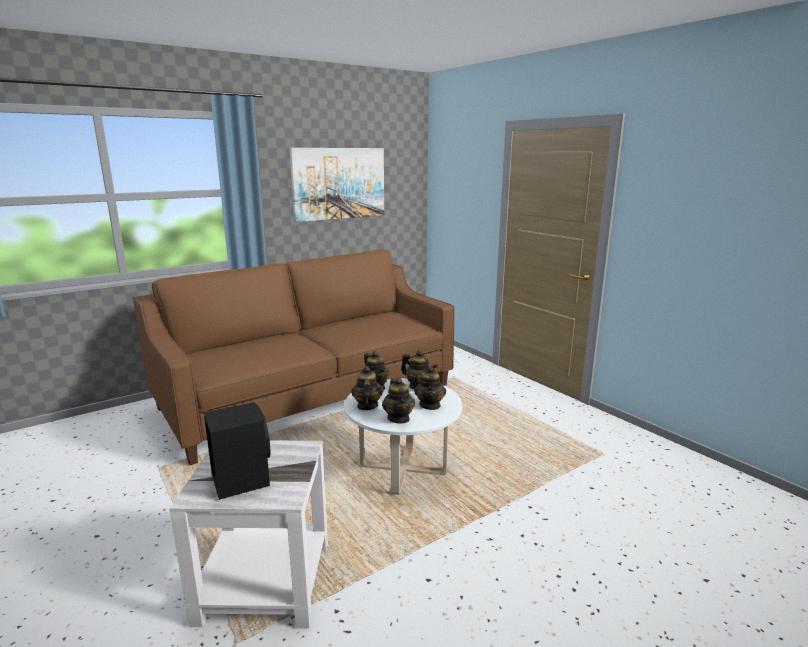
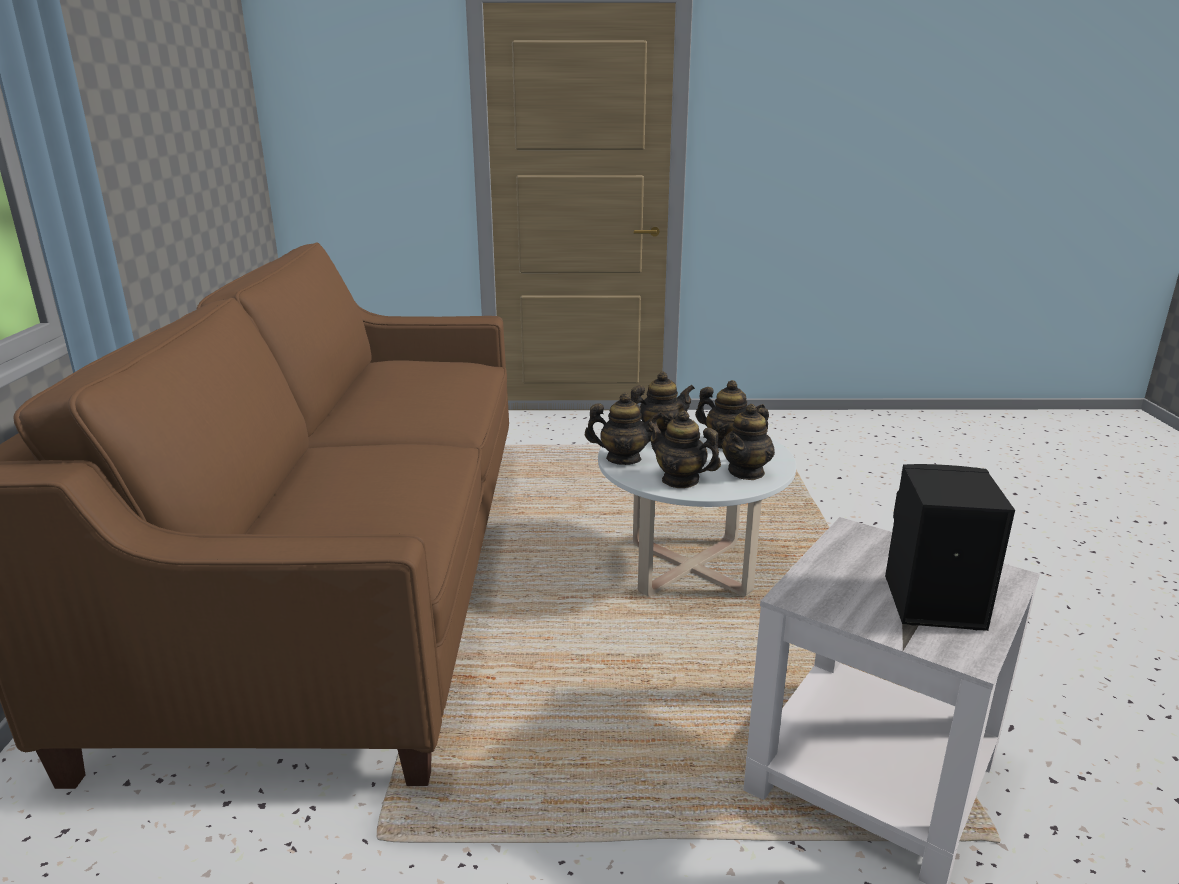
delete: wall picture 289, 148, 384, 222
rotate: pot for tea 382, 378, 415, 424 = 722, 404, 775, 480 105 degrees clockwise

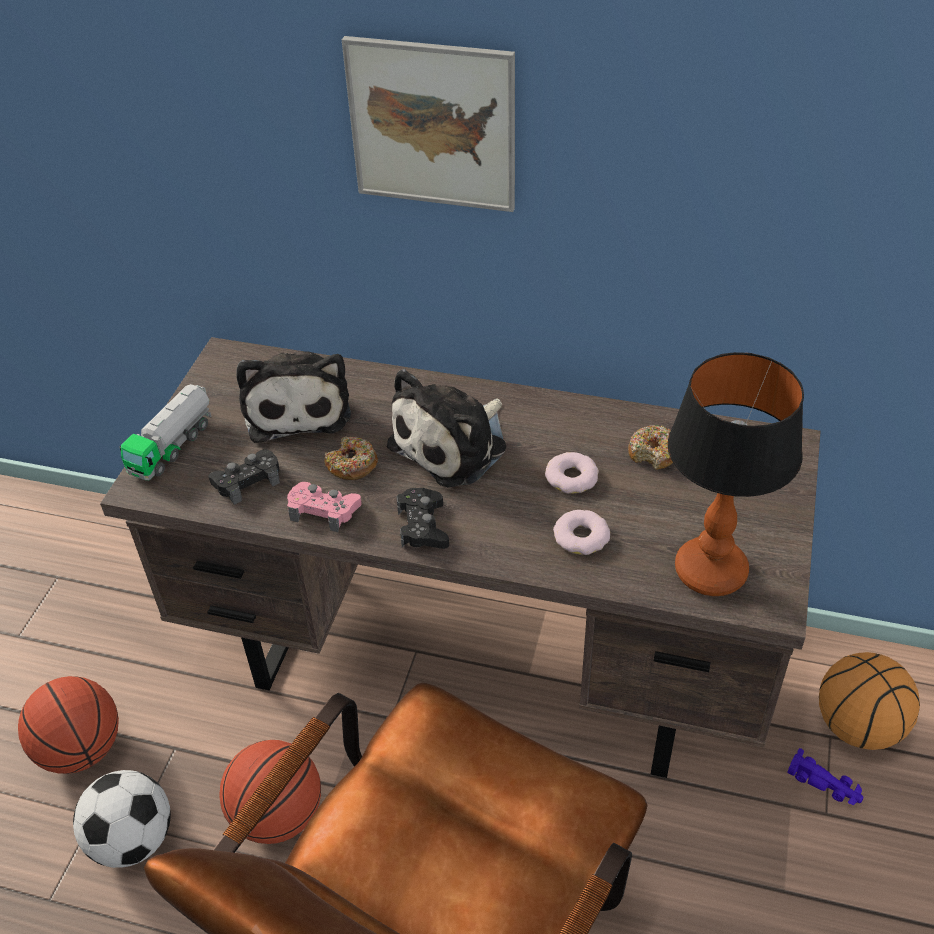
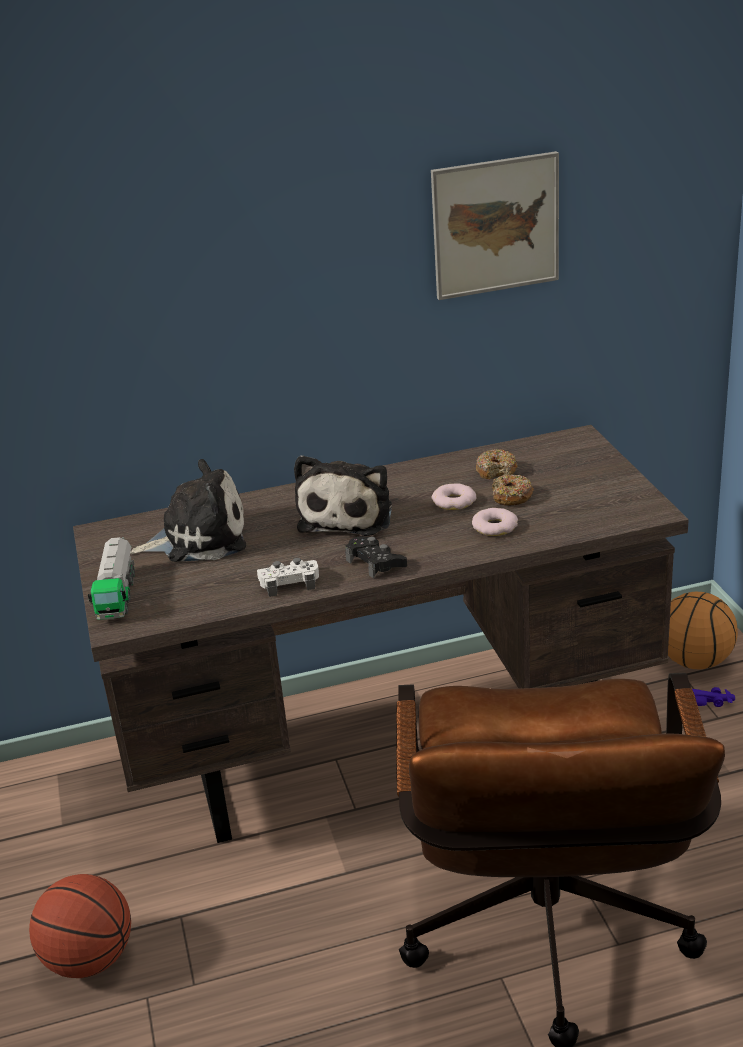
delete: football ball 73, 770, 171, 868; gamepad in black 209, 449, 280, 505; ball for basketball 219, 740, 321, 844; tabletop lamp 668, 352, 804, 596
move: ring doughnut 324, 436, 378, 480 to 492, 474, 534, 506; wall picture 342, 36, 515, 212 to 431, 151, 559, 300
recolor: gamepad in pink 287, 482, 362, 532 to gamepad in white 257, 558, 319, 597
rotate: soft toy 236, 351, 351, 443 = 130, 459, 246, 562 60 degrees counterclockwise

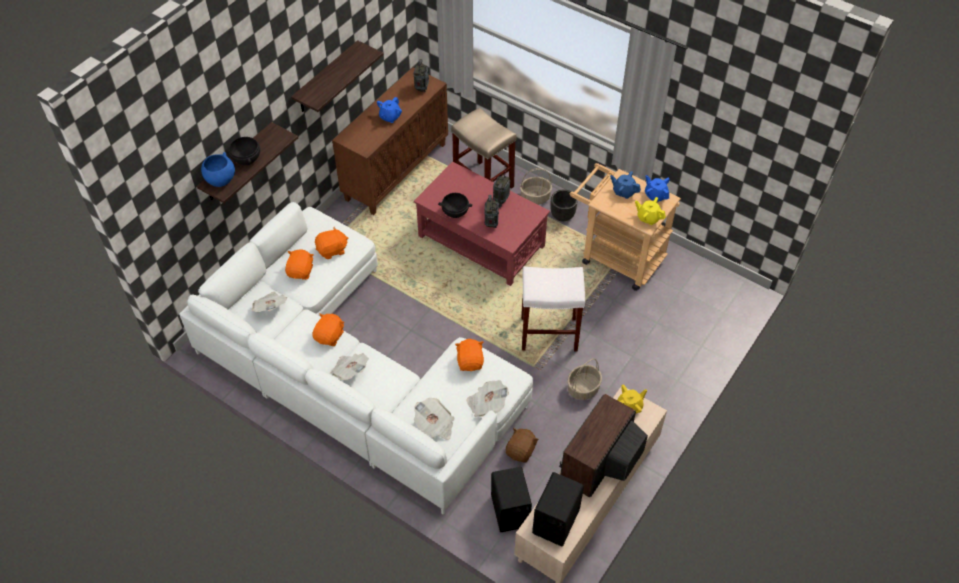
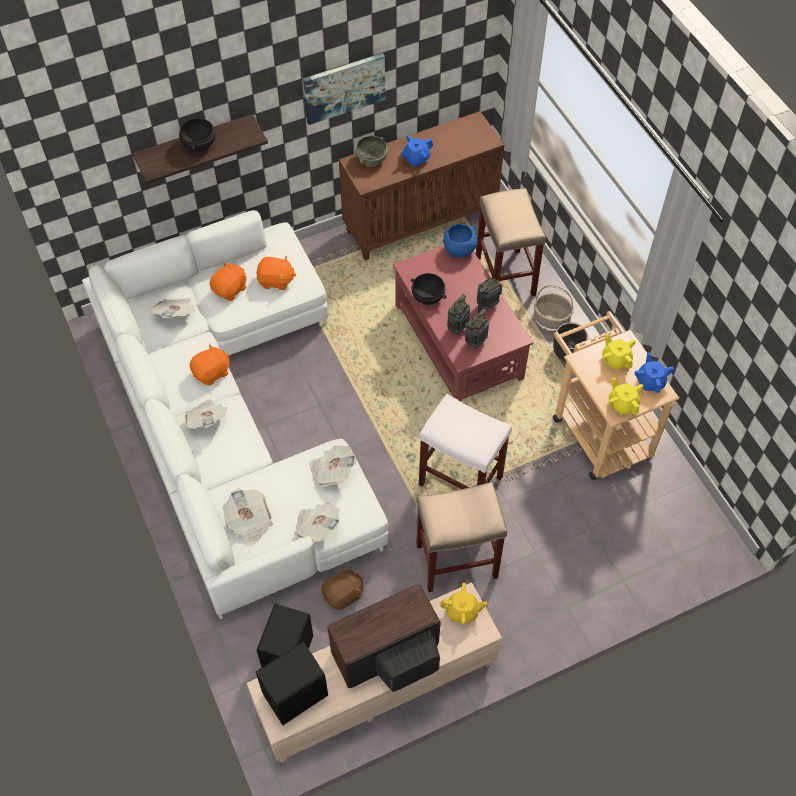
insert: deep dish in gray 355, 136, 388, 166
move: deep dish in bluish 201, 152, 235, 187 to 443, 224, 478, 258; radio receiver 414, 59, 429, 92 to 465, 309, 489, 349
replace: shelf 291, 40, 383, 112 to wall picture 303, 53, 385, 125; soft toy in orange-coloured 455, 339, 484, 371 to daily paper 309, 445, 356, 486; household basket 567, 358, 602, 400 to sitting stool in beige 416, 482, 507, 592
recolor: pot for tea in bluish 610, 171, 641, 199 to pot for tea in yellowish 602, 333, 636, 370

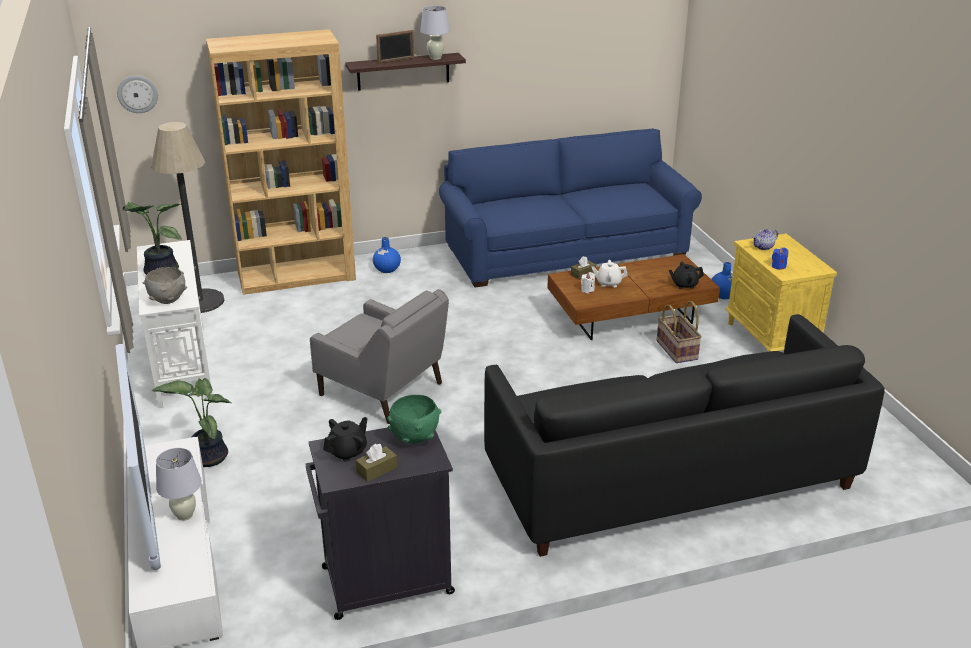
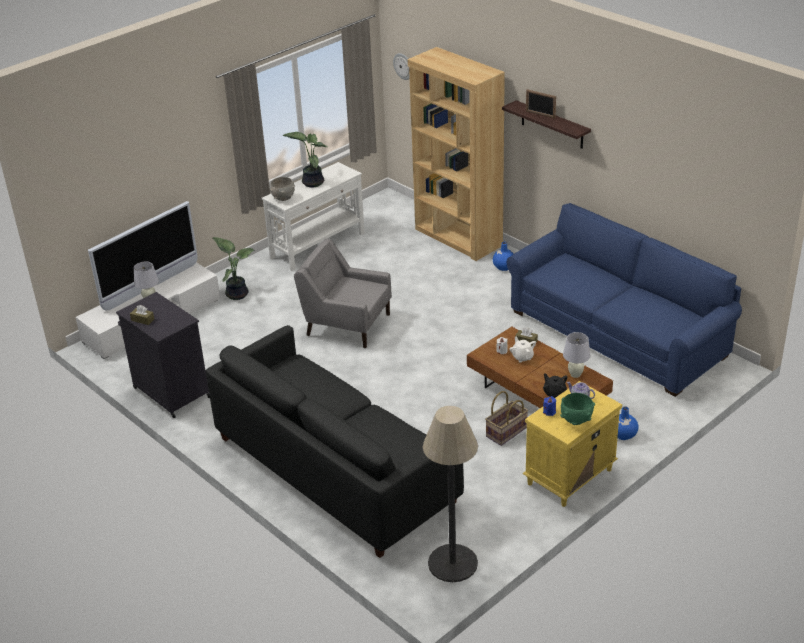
delete: pot for tea in black 323, 417, 368, 462
move: floor lamp 151, 122, 224, 313 to 423, 406, 478, 582; deep dish in green 387, 395, 441, 444 to 560, 393, 595, 425; tabletop lamp in white 420, 6, 450, 60 to 563, 332, 591, 378
rotate: armchair in gray 310, 289, 449, 424 = 294, 238, 392, 348 105 degrees clockwise

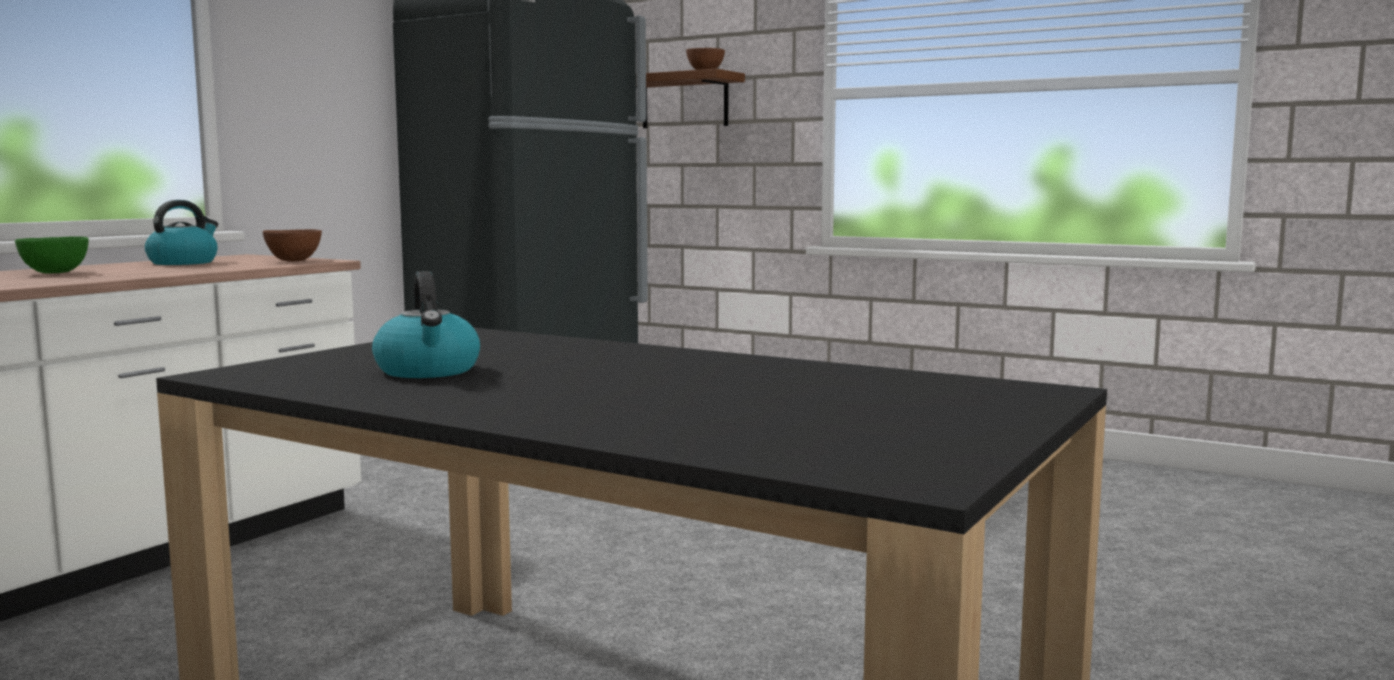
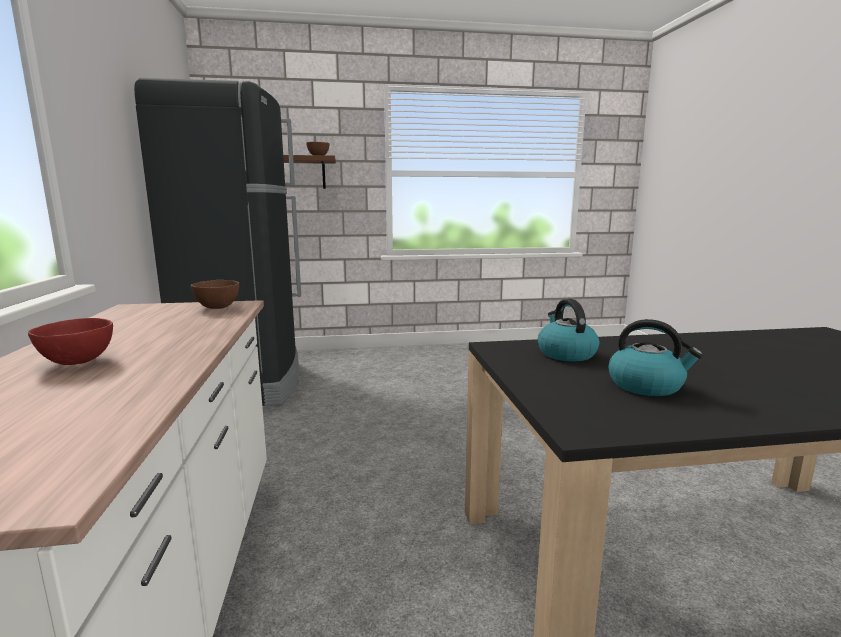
move: kettle 145, 200, 218, 265 to 538, 299, 599, 361
recolor: deep dish in green 15, 236, 89, 274 to deep dish in red 28, 318, 113, 365

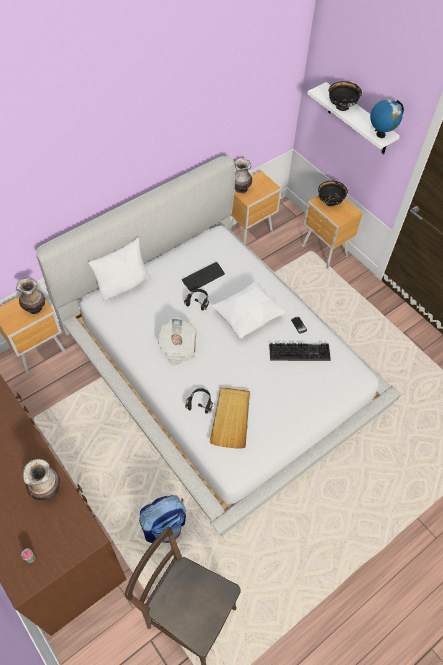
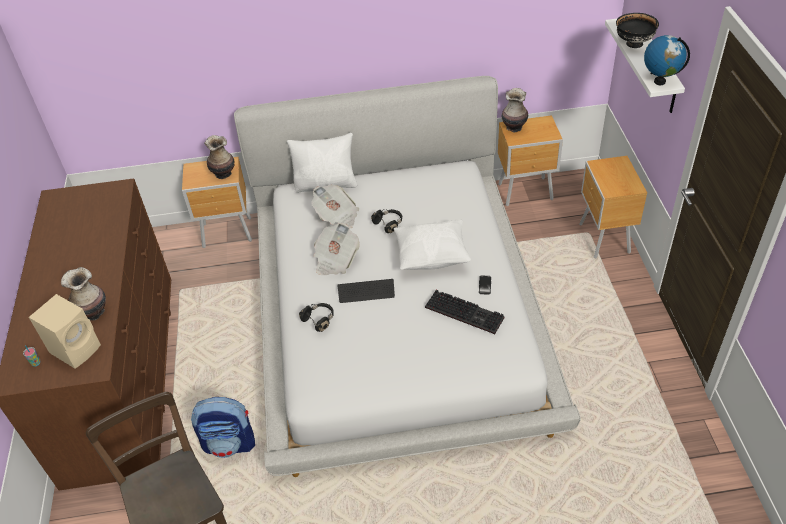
delete: carrying tray in beige 210, 387, 250, 449; deep dish in black 318, 181, 348, 206
insert: speaker in beige 29, 294, 101, 369; daily paper 311, 185, 359, 229
move: computer keyboard 182, 262, 225, 292 to 337, 279, 395, 303

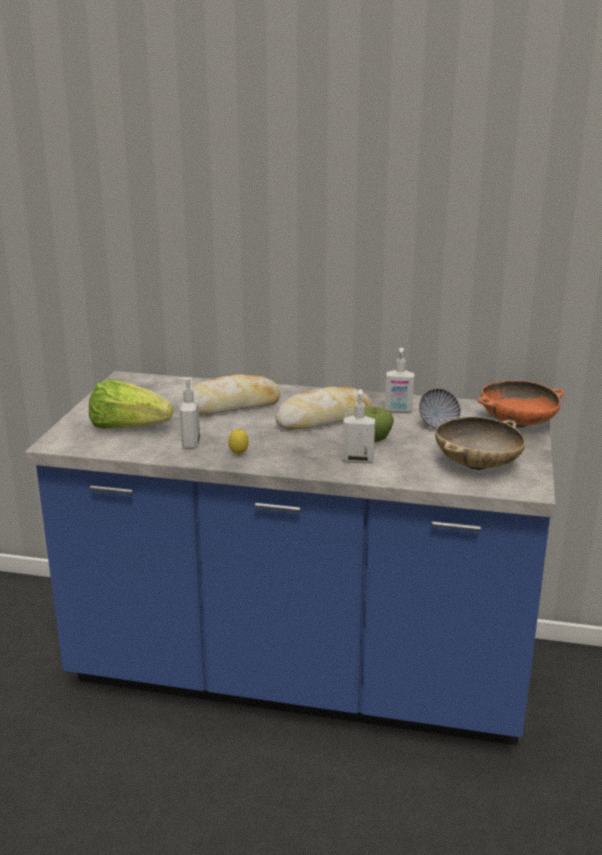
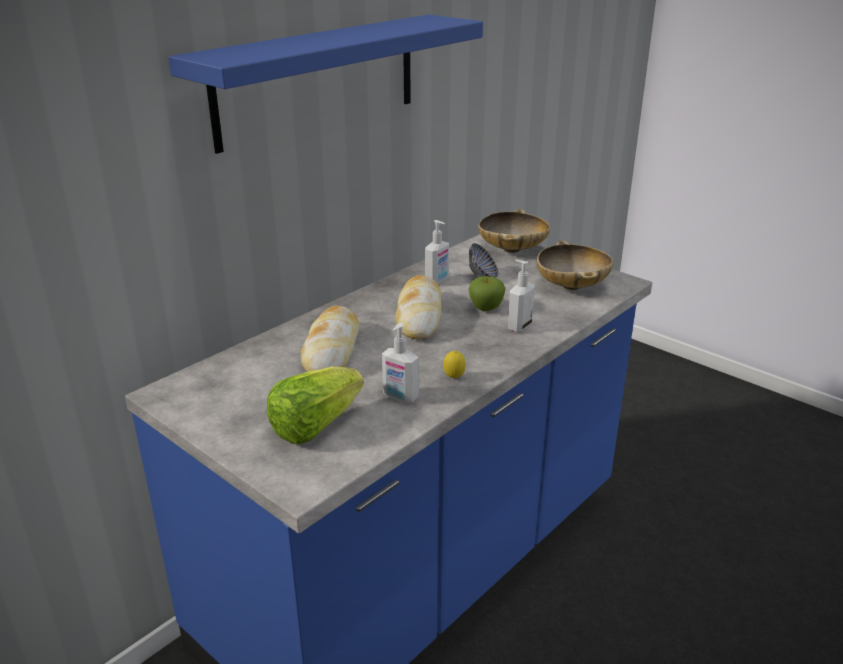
insert: shelf in bluish 168, 15, 483, 154
recolor: deep dish in orange-coloured 477, 380, 564, 428 to deep dish in beige 478, 209, 550, 253

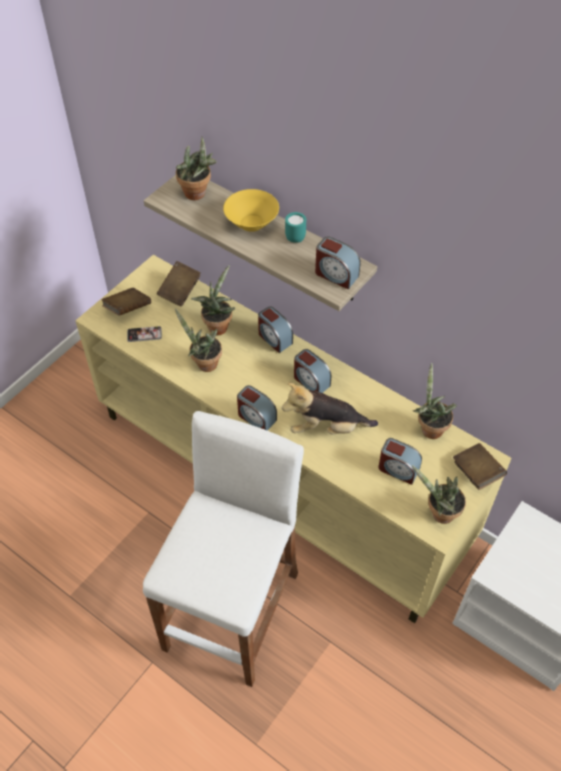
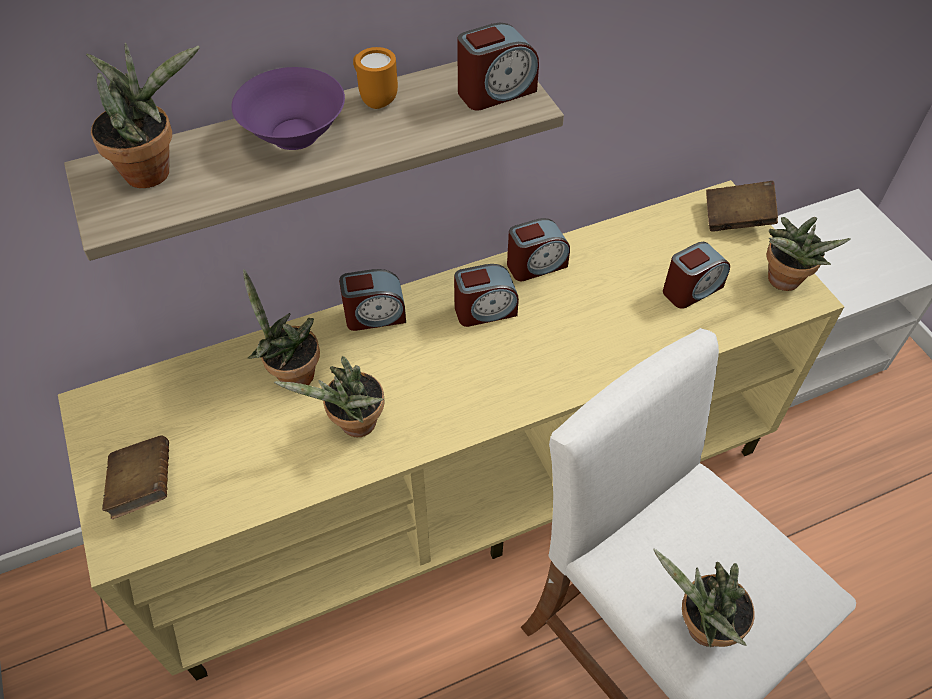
delete: phone 127, 326, 162, 342; bound book in brownish 157, 261, 201, 306; soft toy 282, 383, 378, 435
move: alarm clock 237, 385, 277, 430 to 507, 218, 570, 281; houseplant 413, 363, 457, 439 to 654, 549, 755, 647
recolor: deep dish in yellowish 223, 189, 279, 232 to deep dish in purplish 231, 67, 345, 150; tea mug in turquoise 285, 212, 306, 243 to tea mug in orange-coloured 353, 47, 398, 109

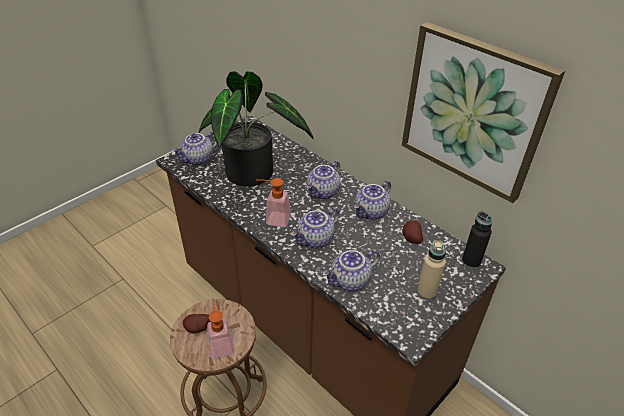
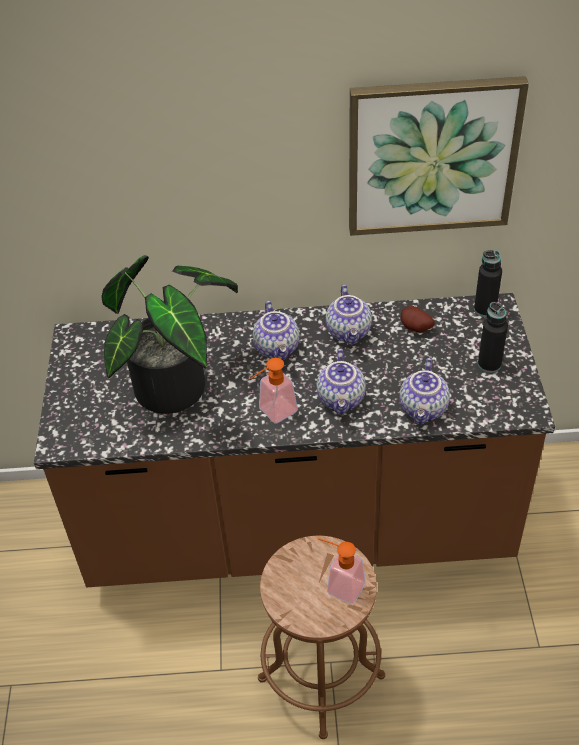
delete: pot for tea 172, 131, 217, 166; potato 183, 314, 211, 334
recolor: drink bottle in beige 417, 240, 446, 300 to drink bottle in black 478, 302, 508, 373

